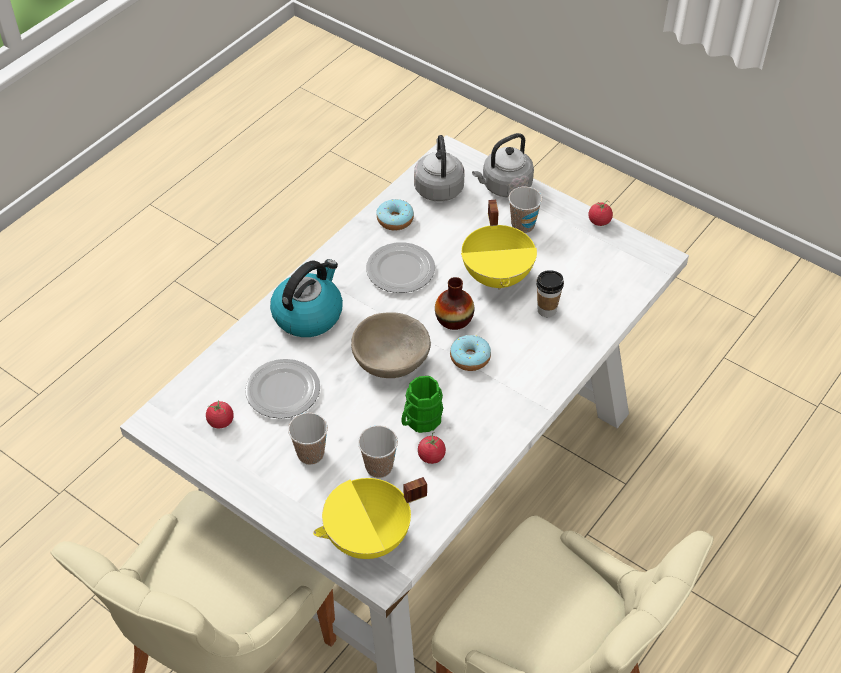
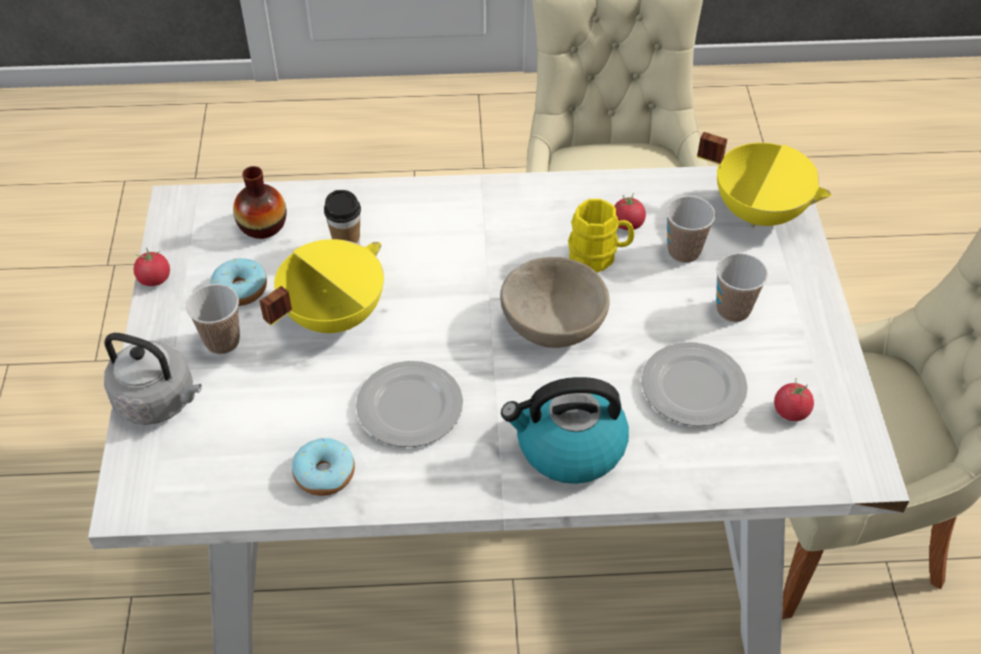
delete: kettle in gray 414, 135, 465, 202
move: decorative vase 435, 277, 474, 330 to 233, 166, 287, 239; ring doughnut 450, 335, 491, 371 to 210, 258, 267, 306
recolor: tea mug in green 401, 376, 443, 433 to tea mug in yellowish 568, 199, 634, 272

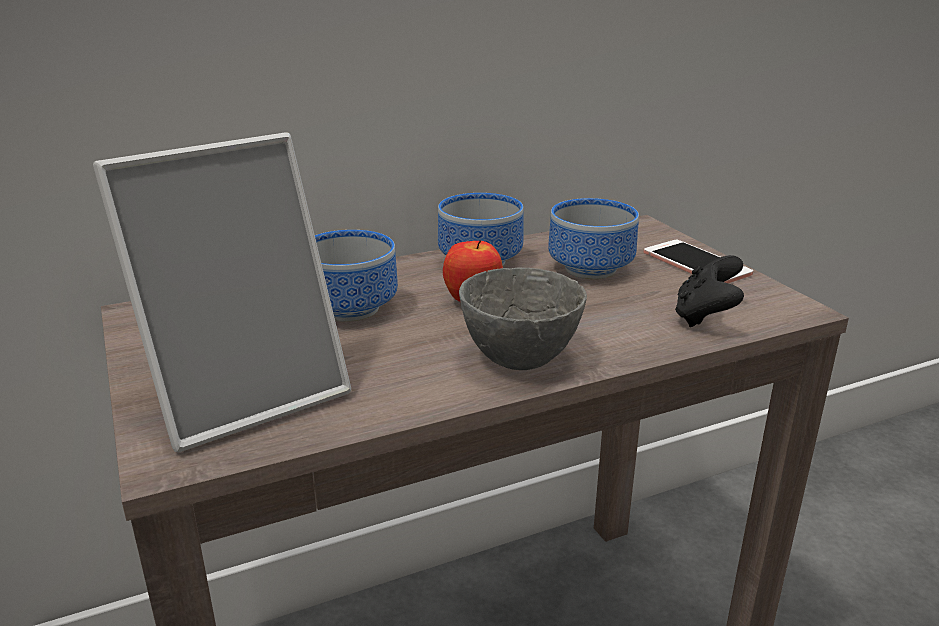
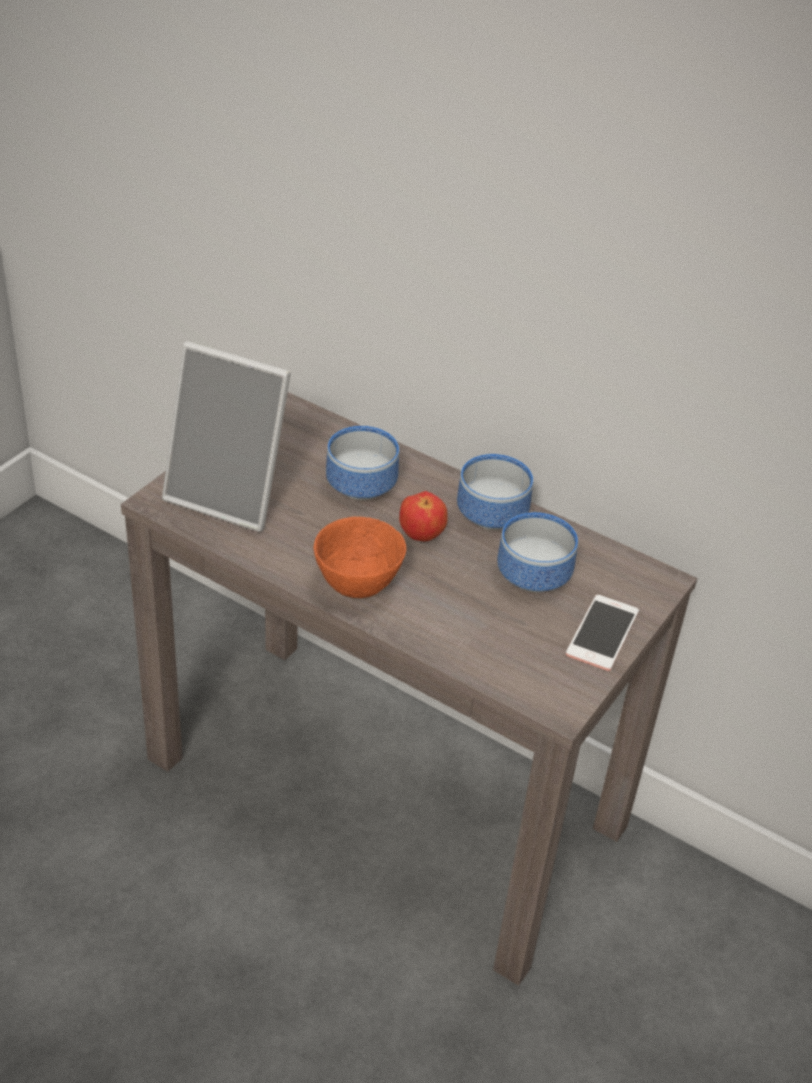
delete: gamepad in black 675, 255, 744, 327
recolor: deep dish in gray 459, 267, 587, 370 to deep dish in orange-coloured 313, 517, 406, 598

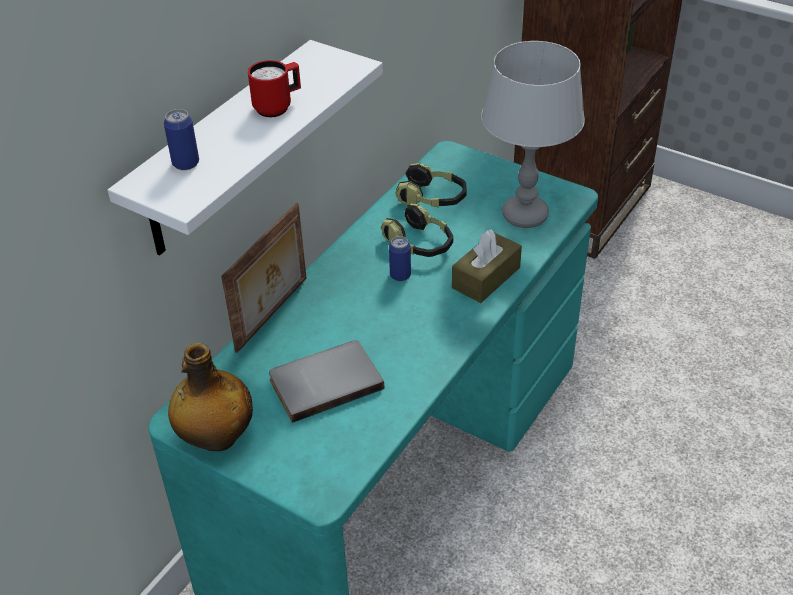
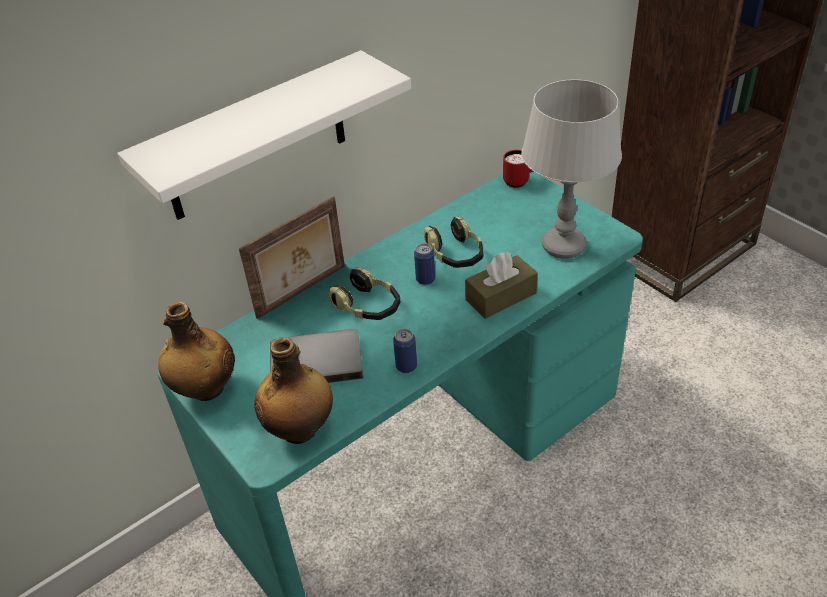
insert: drink bottle 254, 337, 333, 444
move: can 164, 109, 199, 170 to 393, 329, 417, 373; tea mug in red 248, 60, 301, 117 to 503, 150, 533, 188; headset 395, 163, 467, 207 to 328, 267, 401, 320

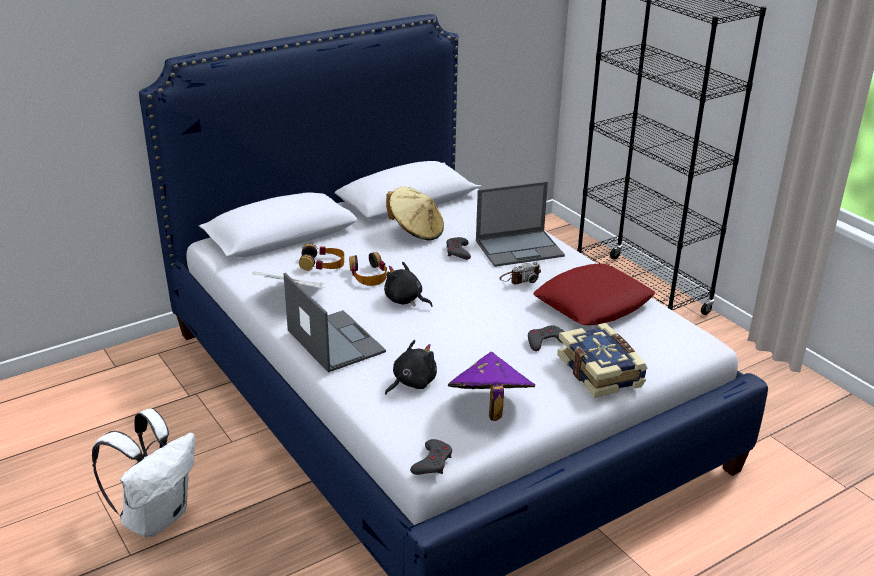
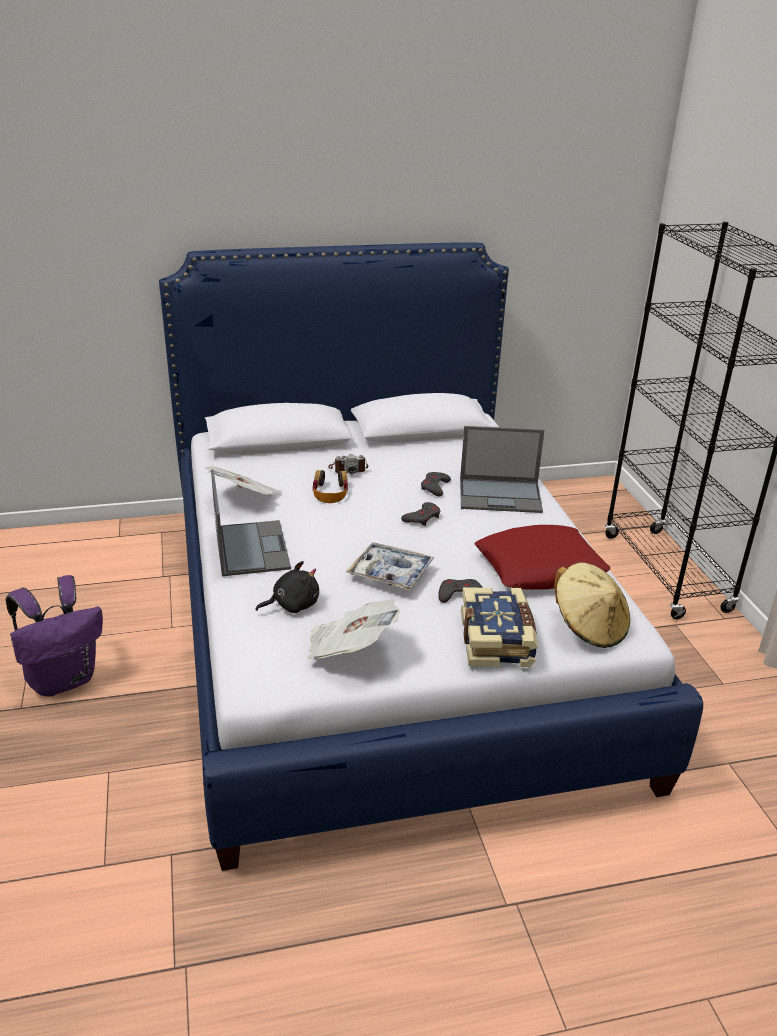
delete: headset 299, 244, 344, 271; soft toy in black 384, 262, 432, 307
insert: carrying tray 346, 543, 435, 591
move: clothing hat in beige 386, 186, 444, 241 to 554, 563, 630, 648; gamepad in gray 410, 439, 452, 475 to 401, 502, 440, 526; photo camera 500, 262, 541, 285 to 328, 454, 368, 474
replace: clothing hat in purplish 448, 352, 535, 421 to daily paper 308, 599, 400, 659
recolor: backpack in white 92, 409, 195, 537 to backpack in purplish 6, 575, 103, 696

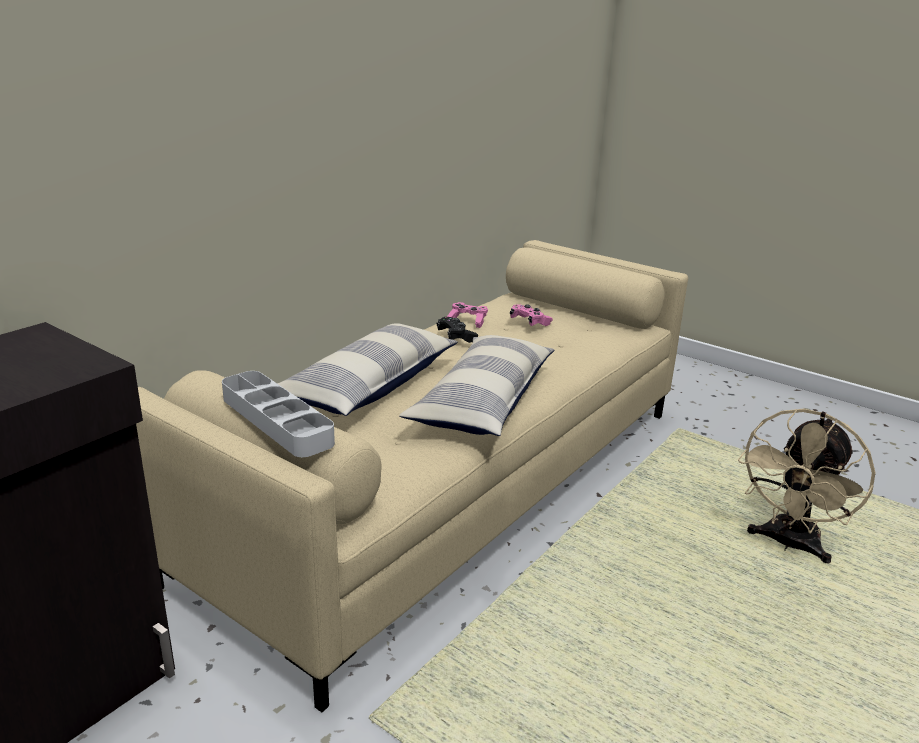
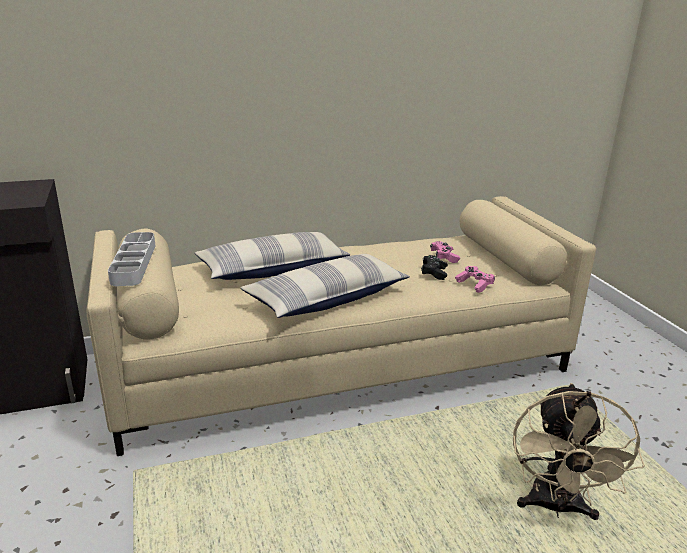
move: gamepad in black 436, 317, 478, 343 to 421, 255, 448, 280; gamepad in pink 447, 302, 488, 328 to 455, 266, 495, 293
rotate: cooling fan in beige 738, 409, 876, 564 = 513, 383, 645, 520 60 degrees counterclockwise

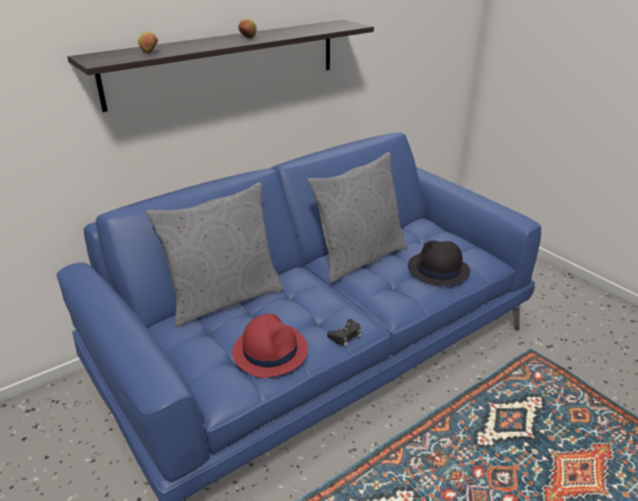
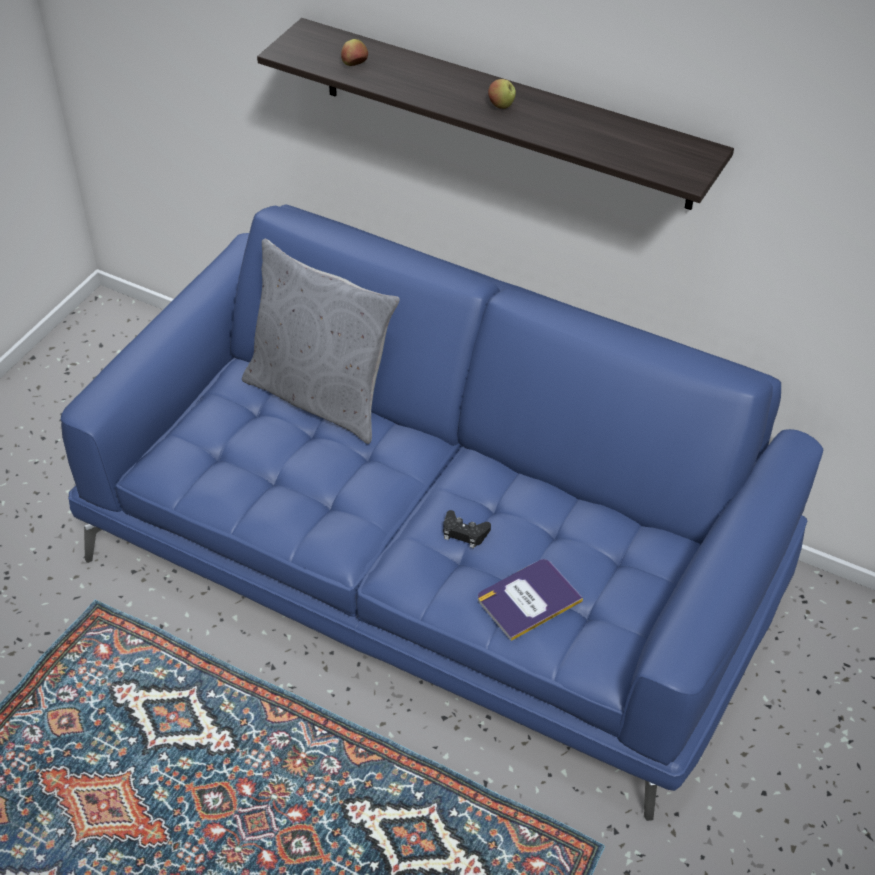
delete: clothing hat in red 232, 314, 308, 378; pillow in gray 307, 152, 407, 283
move: gamepad in black 327, 319, 361, 346 to 443, 510, 491, 548
replace: clothing hat in black 408, 240, 470, 286 to bound book 478, 559, 583, 641

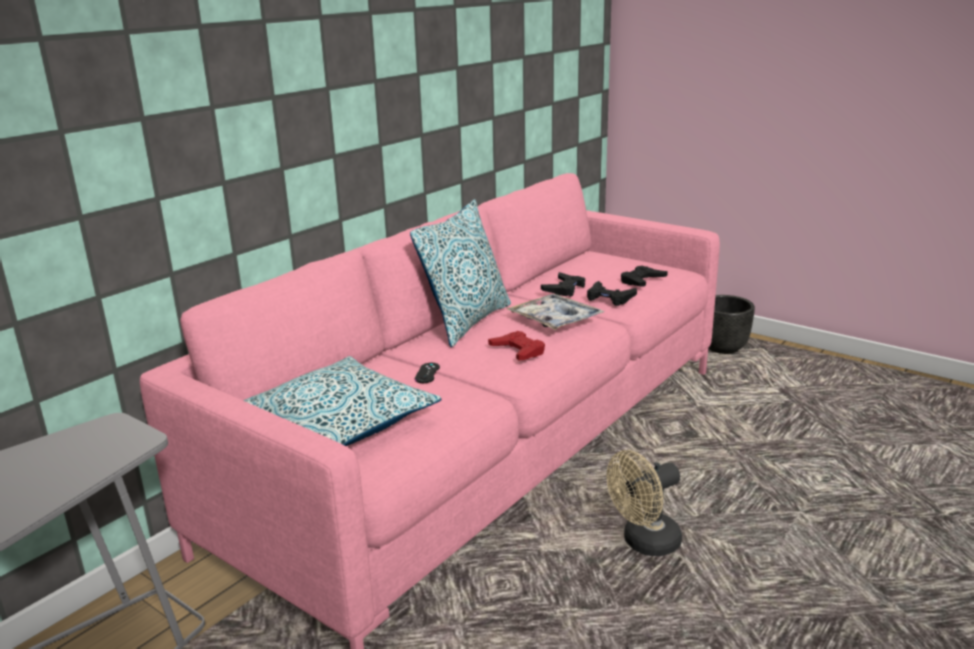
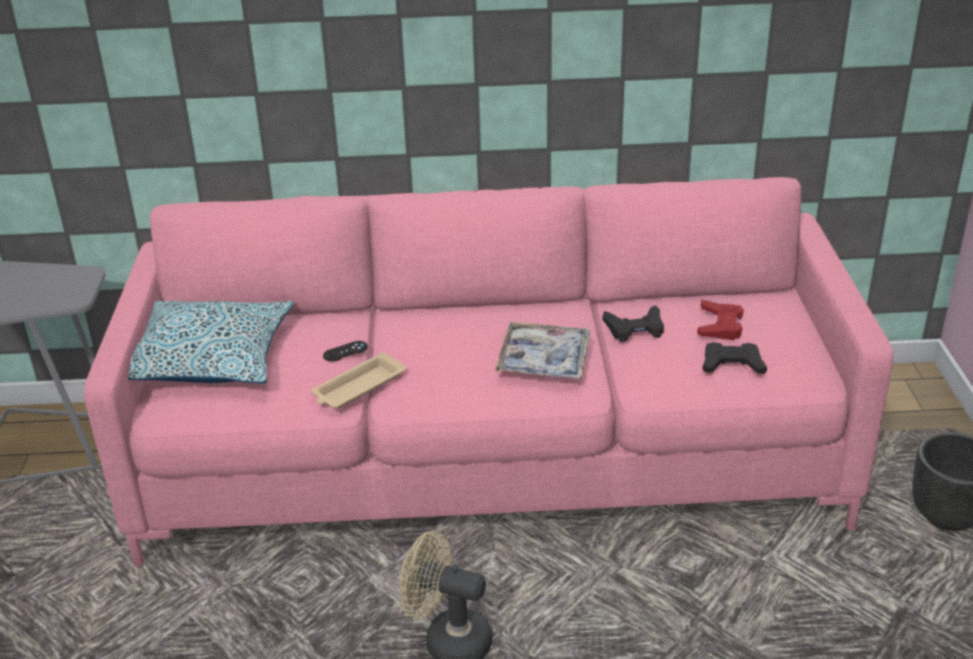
delete: pillow 410, 199, 511, 347; gamepad in black 587, 281, 637, 306
insert: carrying tray in beige 311, 352, 407, 409
move: gamepad in red 488, 331, 545, 360 to 697, 300, 744, 340

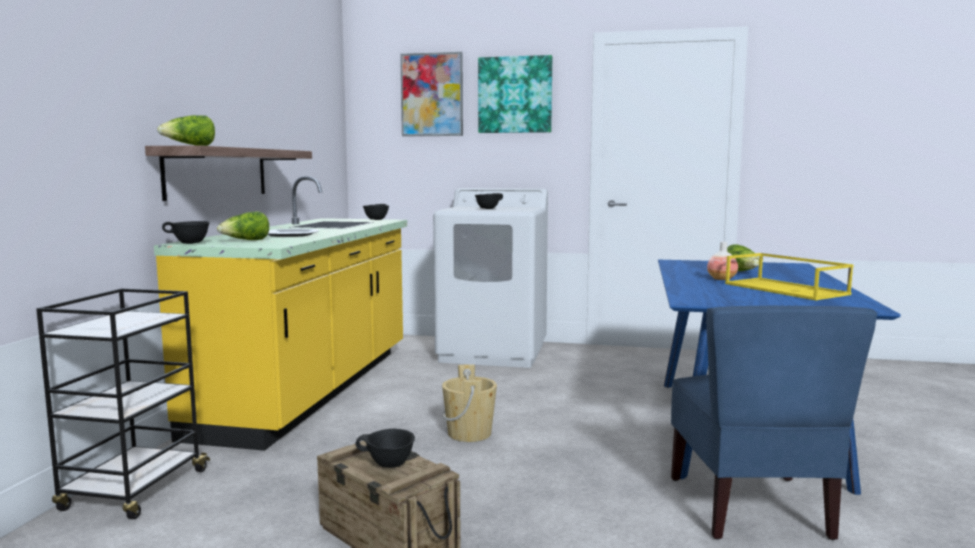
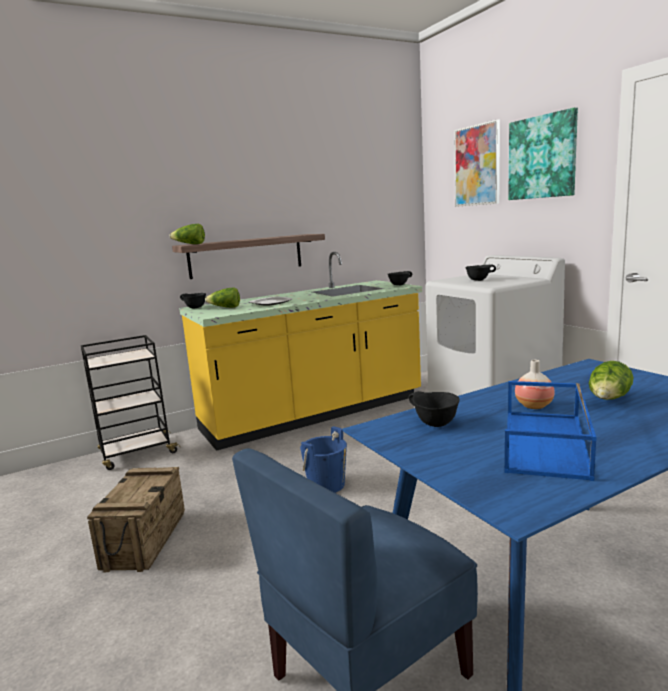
move: deep dish in black 355, 429, 415, 468 to 409, 391, 460, 427
recolor: water bucket in beige 442, 364, 497, 442 to water bucket in bluish 300, 426, 347, 493; carrying tray in yellowish 725, 253, 854, 300 to carrying tray in bluish 504, 381, 596, 481

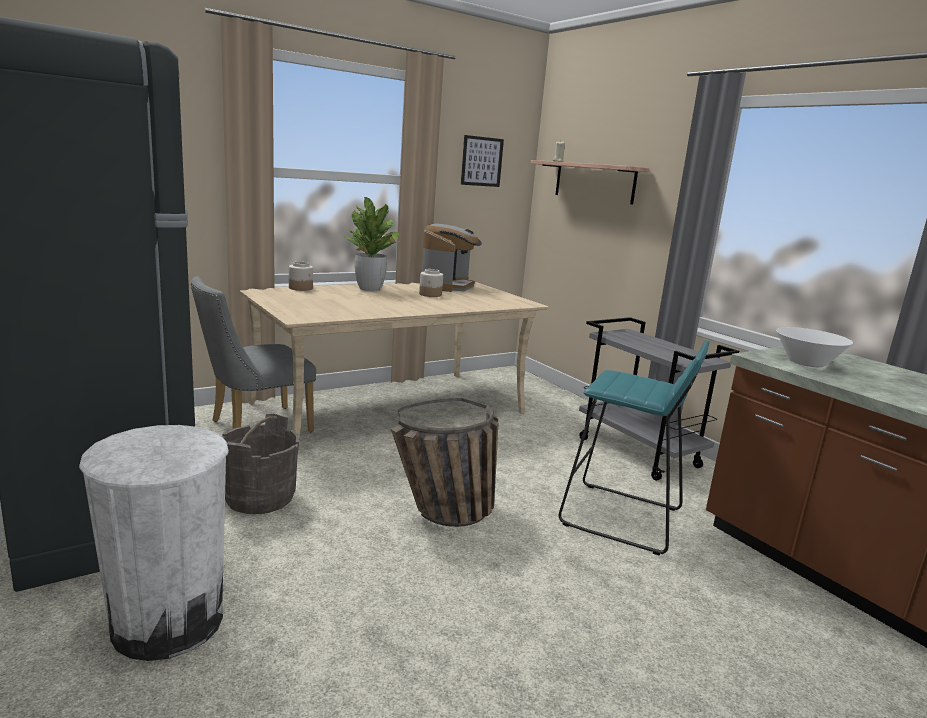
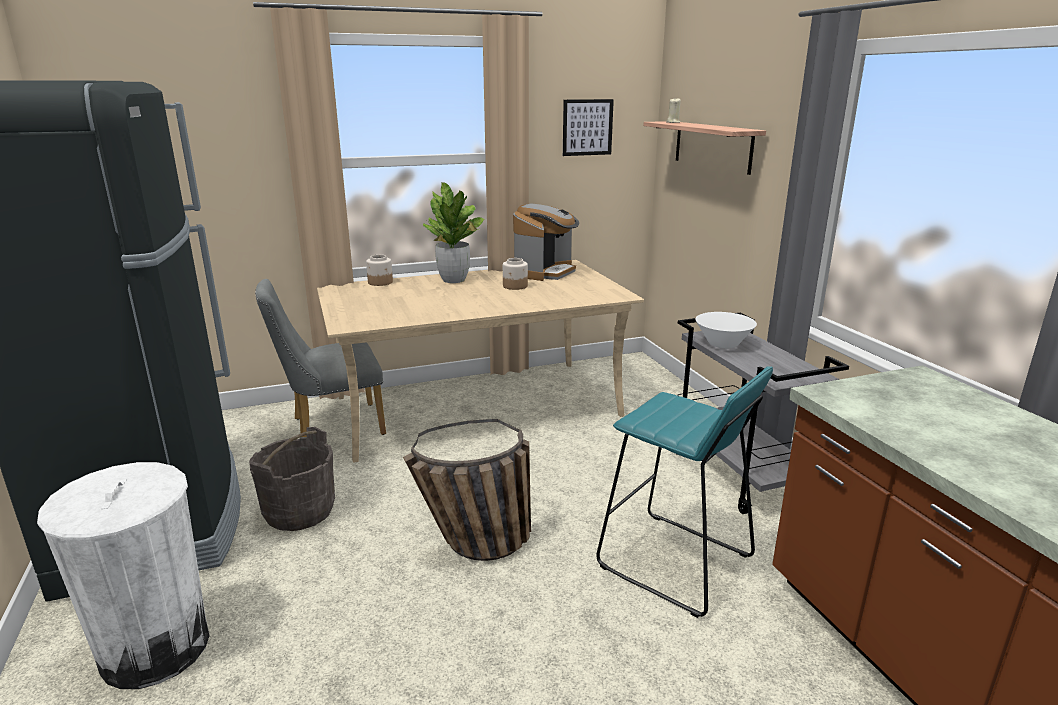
move: deep dish in white 776, 327, 853, 367 to 695, 312, 757, 348

